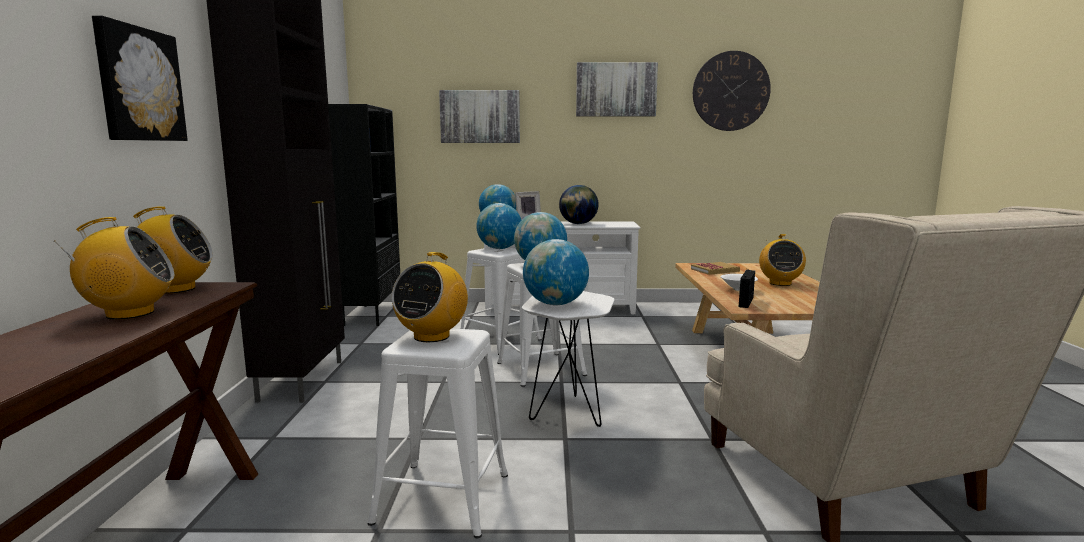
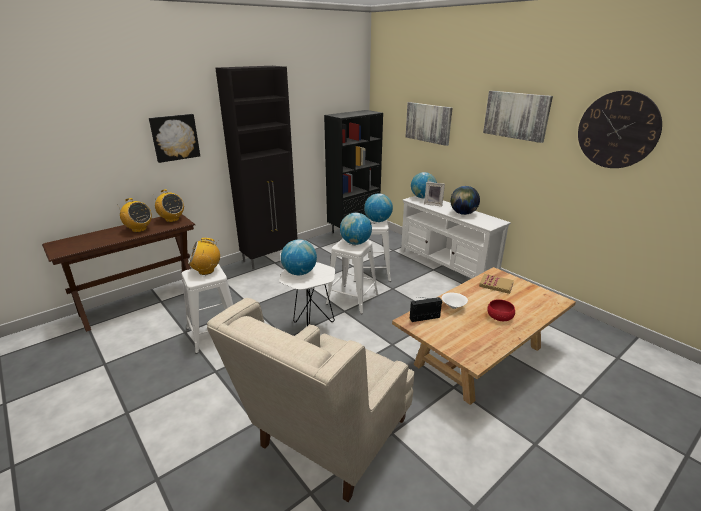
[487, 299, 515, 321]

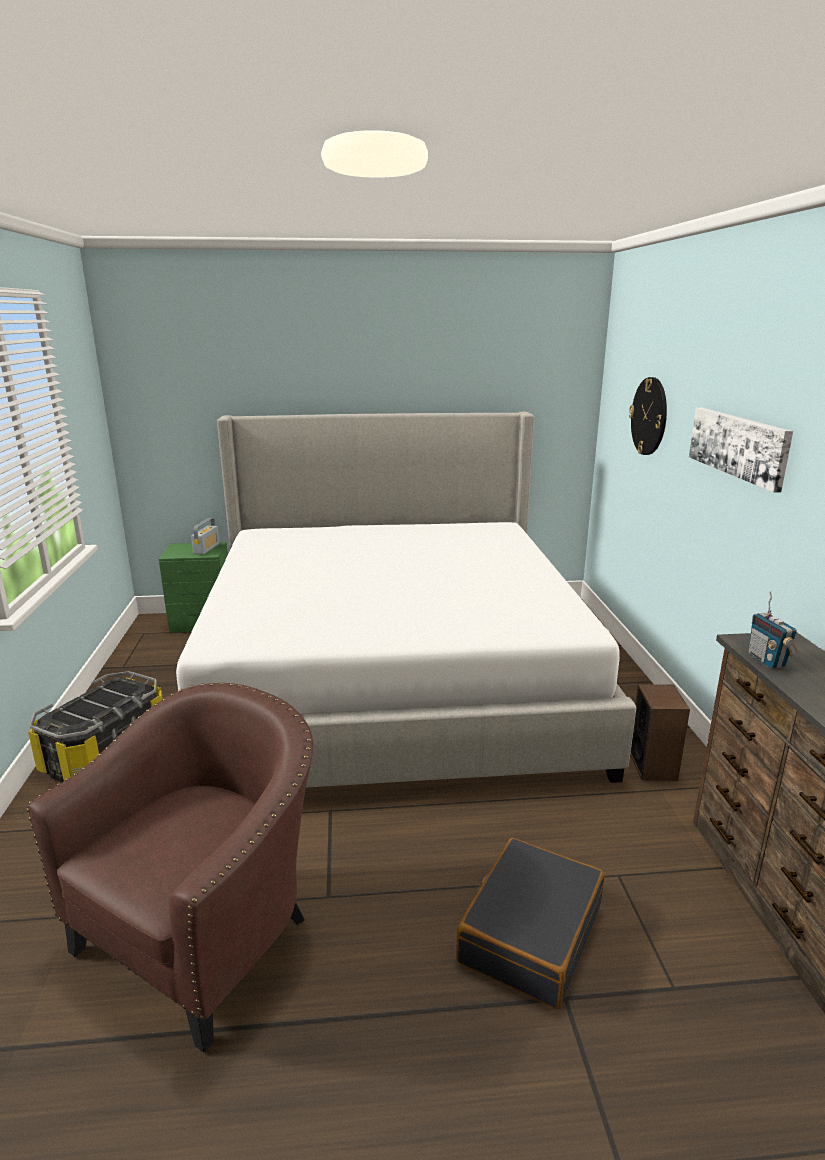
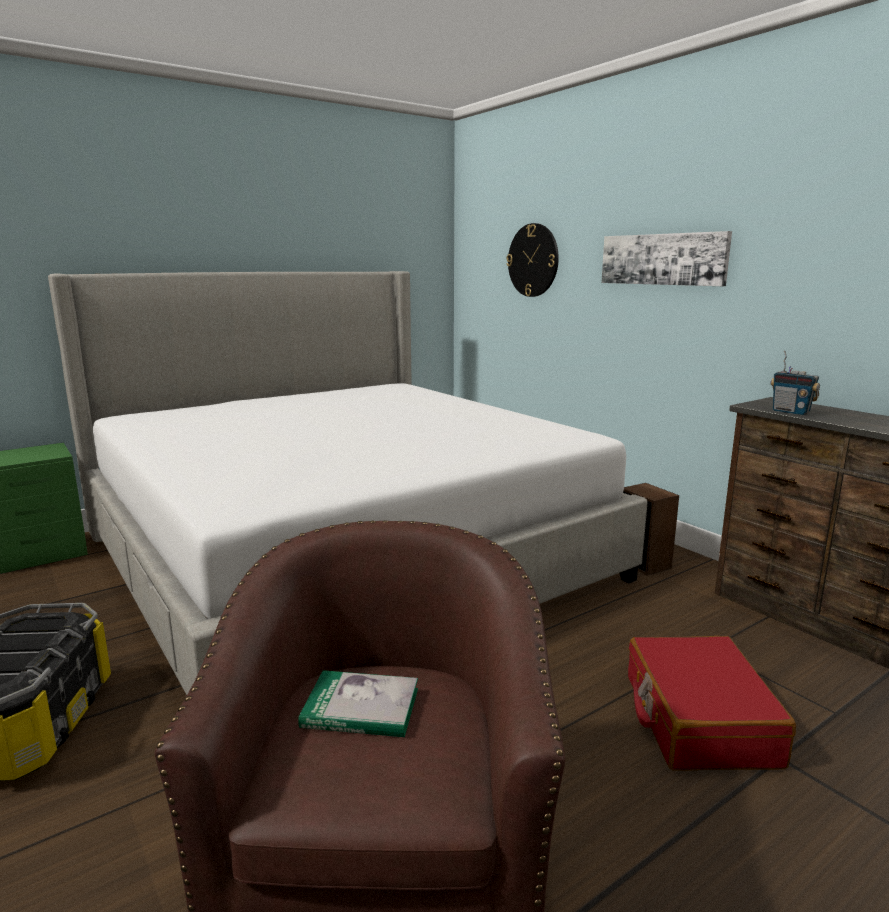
[191, 518, 220, 555] (first image)
[298, 670, 418, 737]
[628, 636, 796, 771]

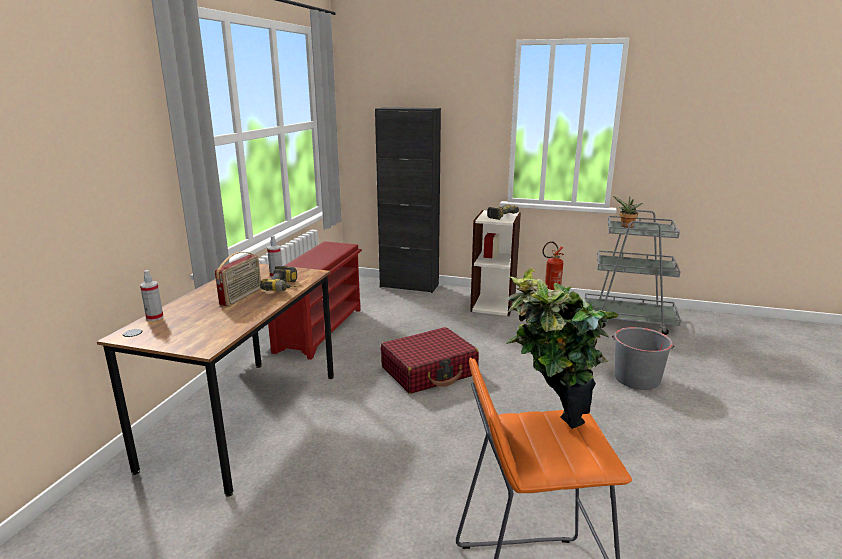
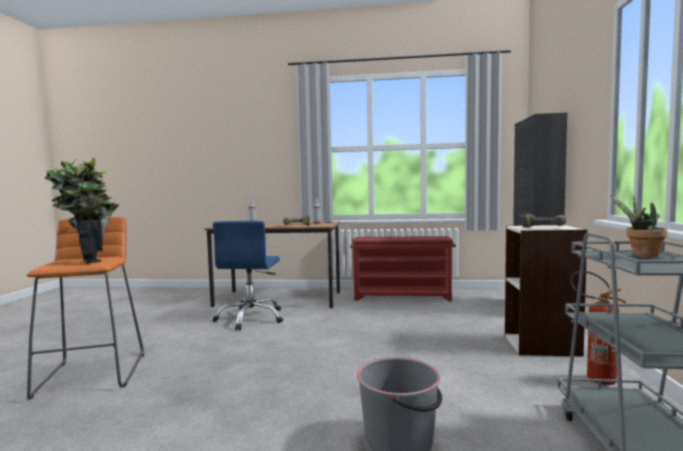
[215, 252, 261, 306] (first image)
[381, 327, 479, 394] (first image)
[213, 221, 283, 330]

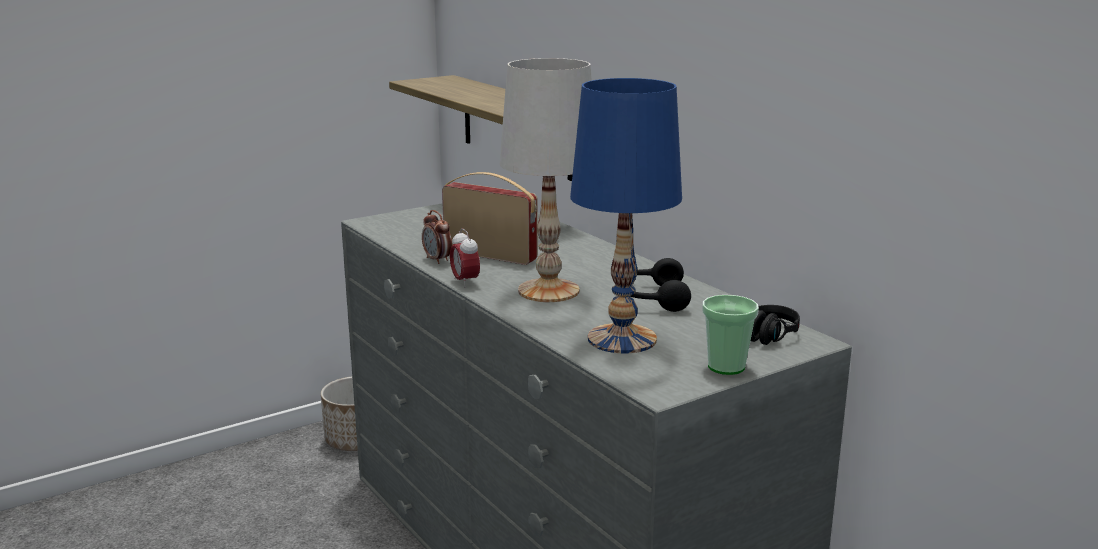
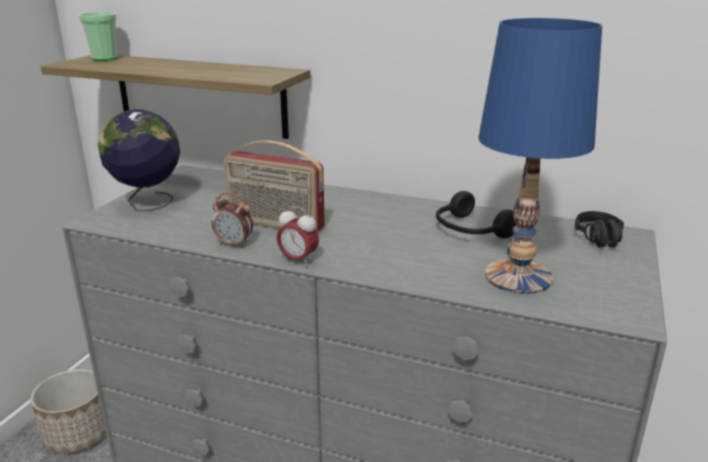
[500, 58, 592, 302] (first image)
[98, 109, 180, 211]
[78, 12, 117, 61]
[224, 140, 325, 232]

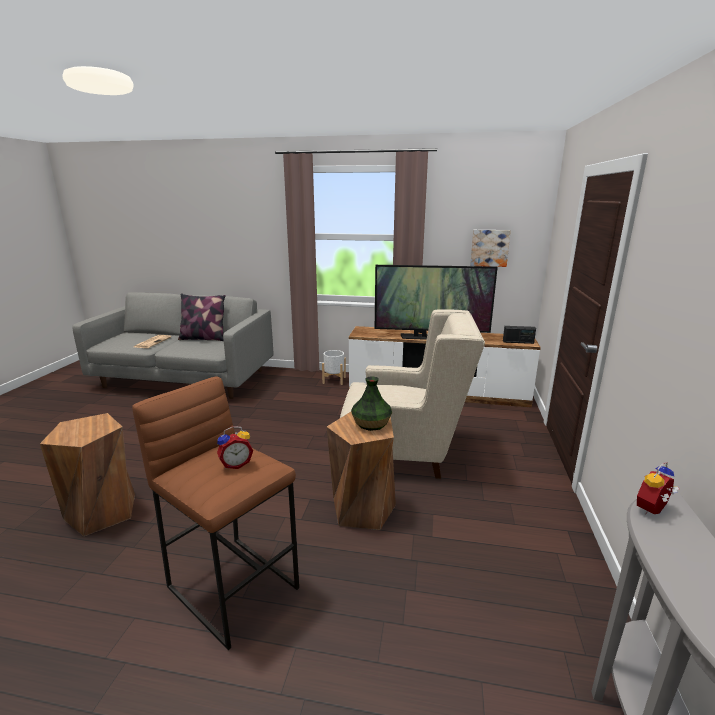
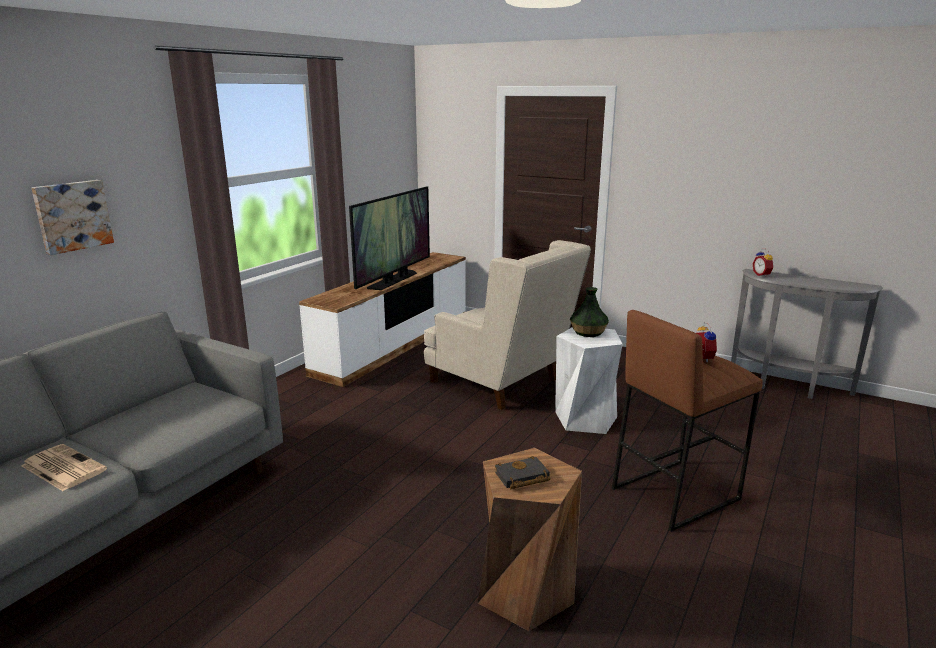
[178, 293, 226, 341] (first image)
[322, 350, 346, 385] (first image)
[503, 326, 536, 344] (first image)
[495, 456, 550, 490]
[31, 180, 114, 255]
[555, 327, 623, 434]
[424, 240, 591, 410]

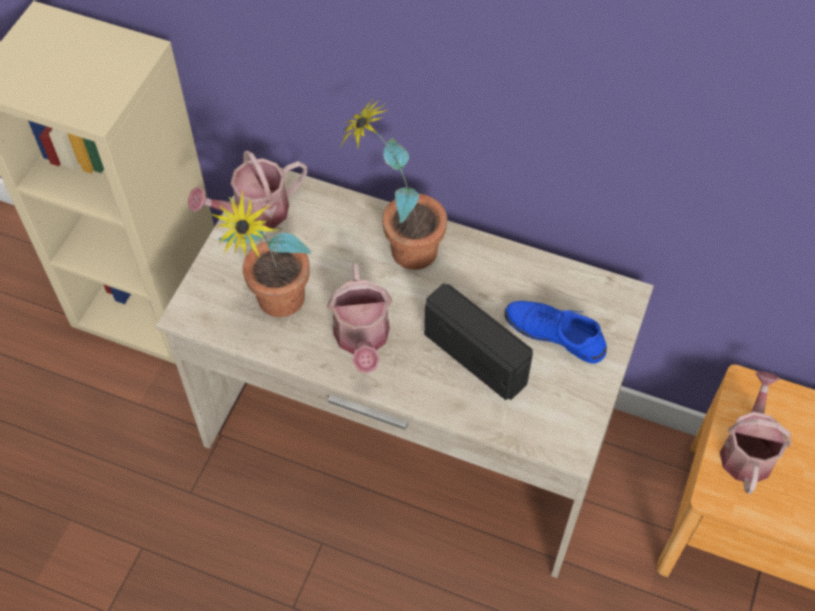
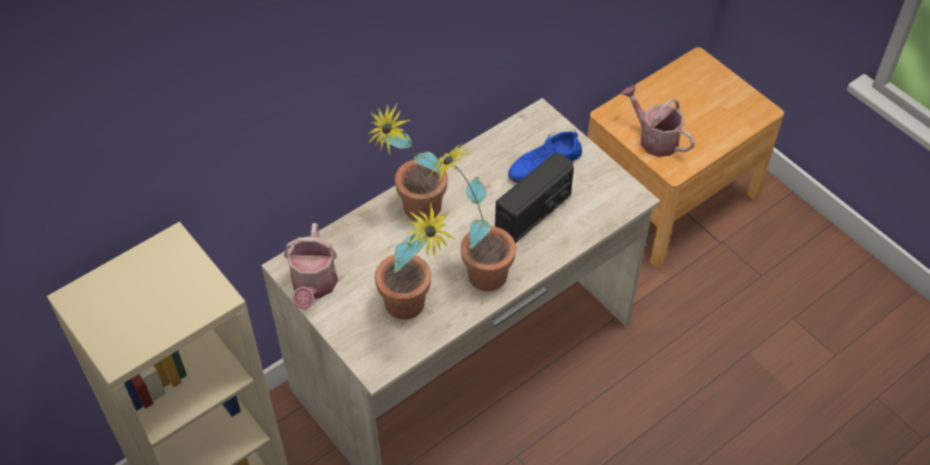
[427, 143, 516, 291]
[495, 152, 574, 243]

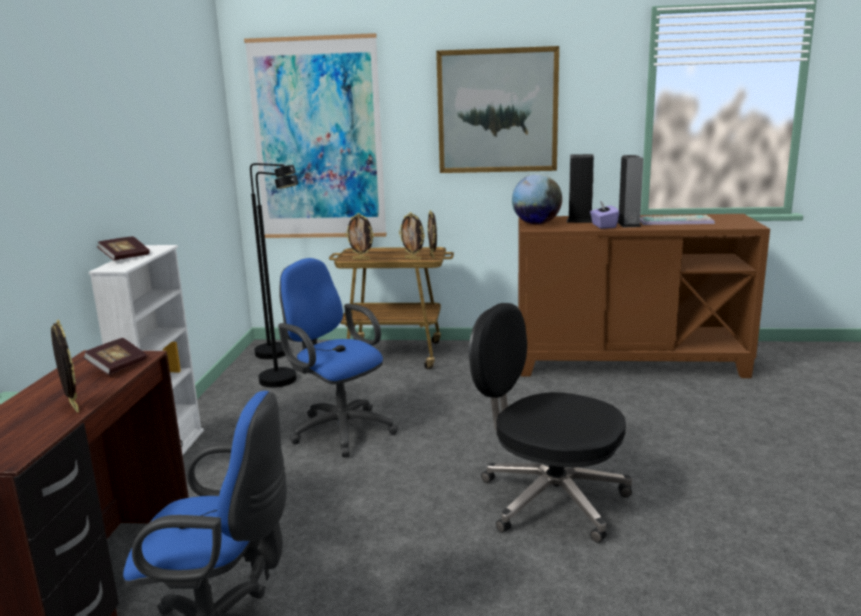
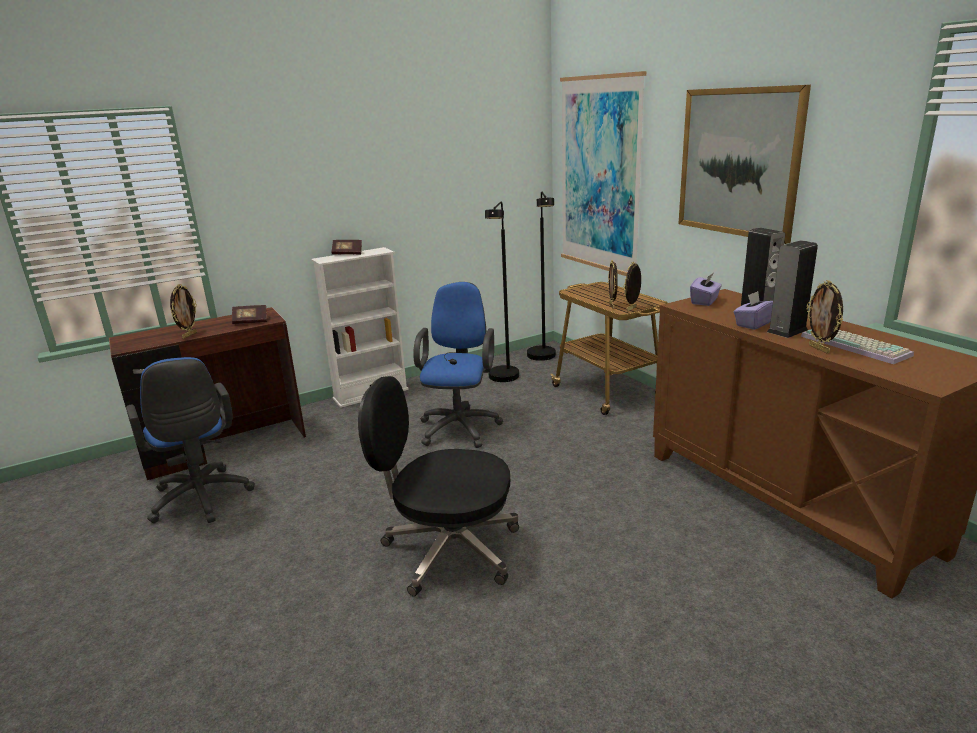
[807, 280, 843, 354]
[690, 274, 722, 306]
[358, 376, 519, 597]

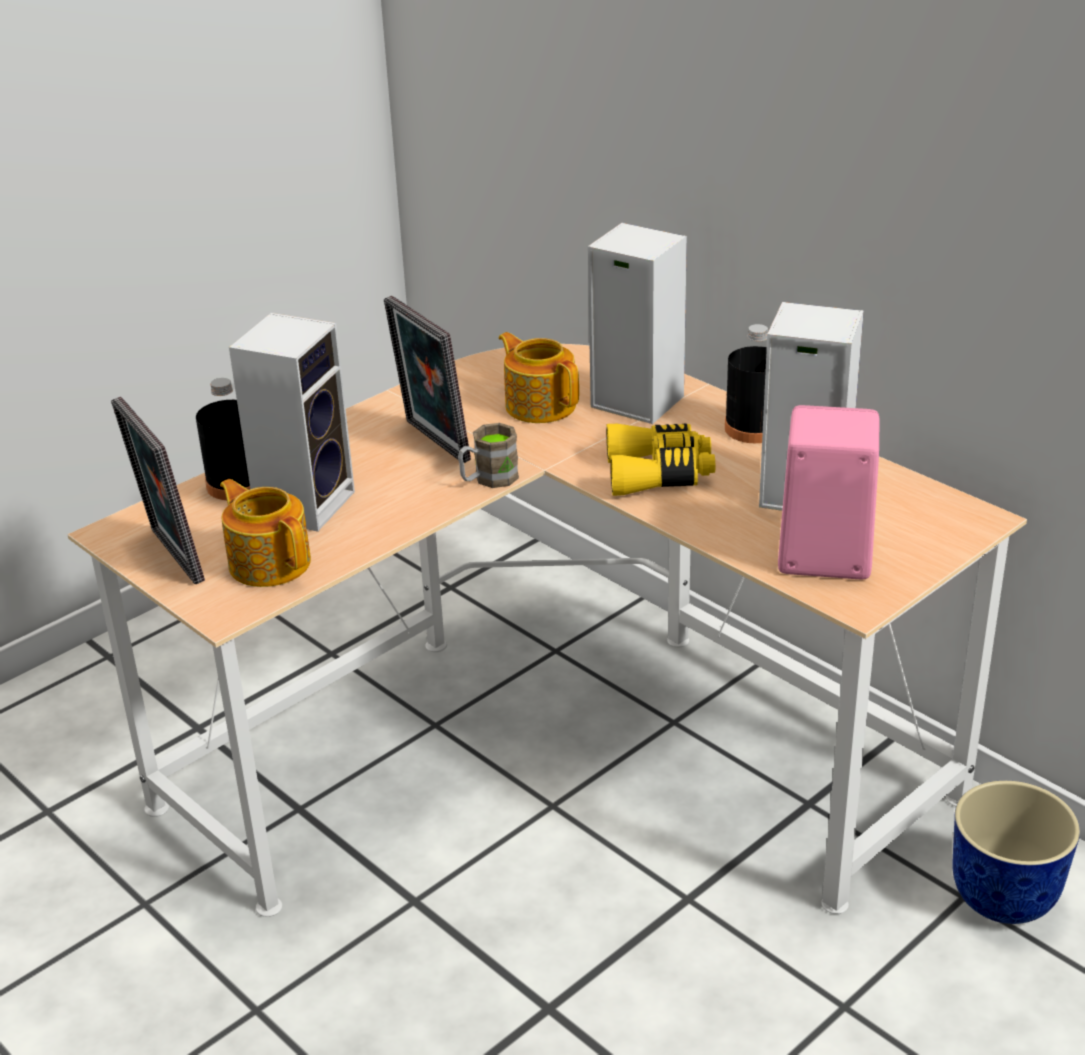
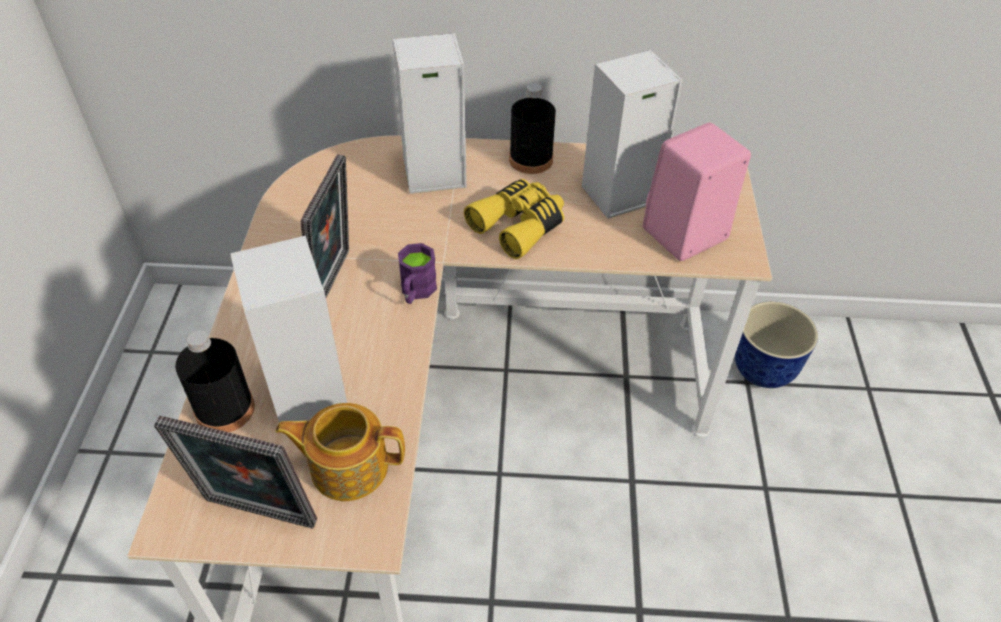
[499, 332, 579, 423] (first image)
[398, 243, 437, 304]
[301, 154, 349, 298]

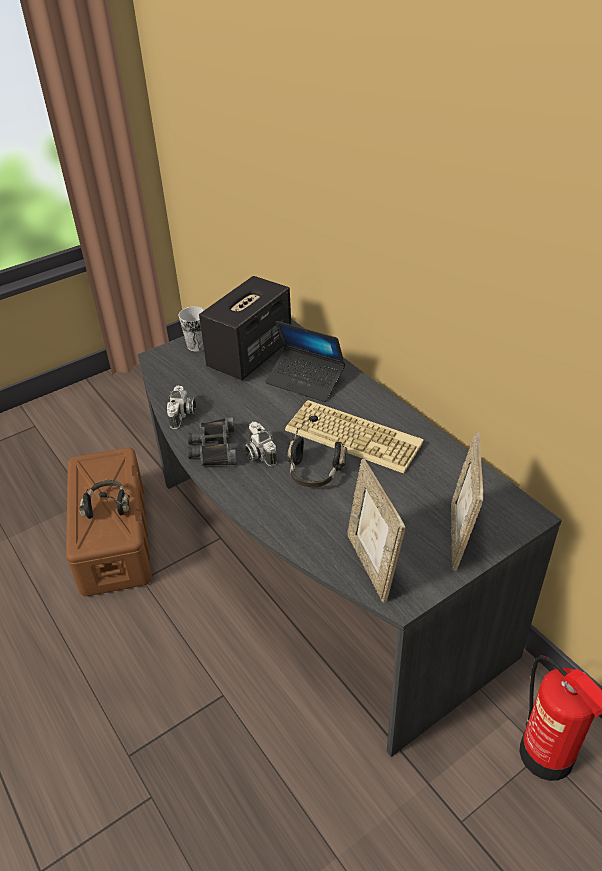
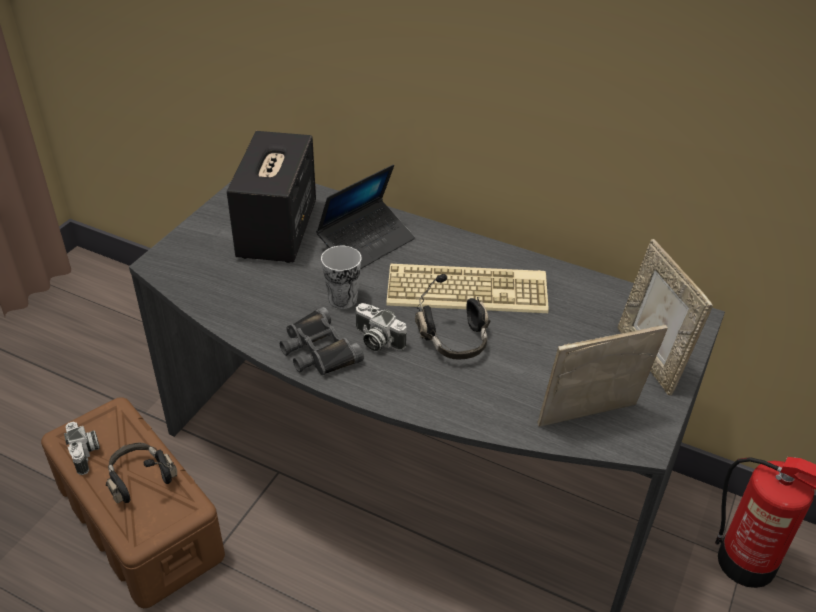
[64, 422, 100, 475]
[321, 246, 361, 309]
[316, 164, 415, 269]
[537, 325, 668, 426]

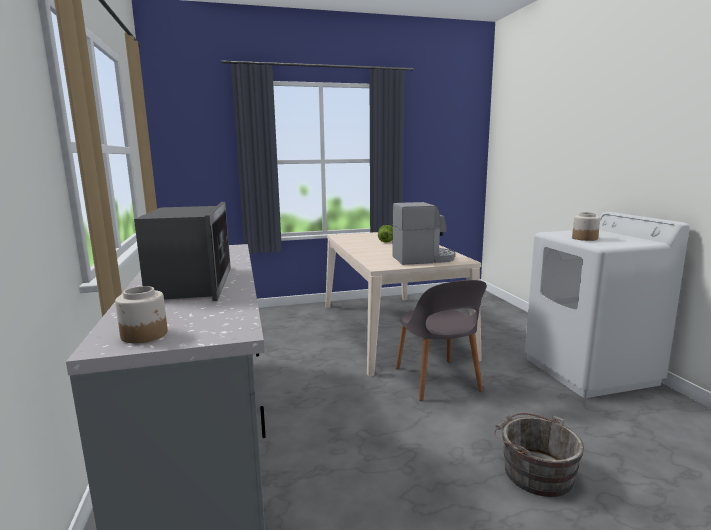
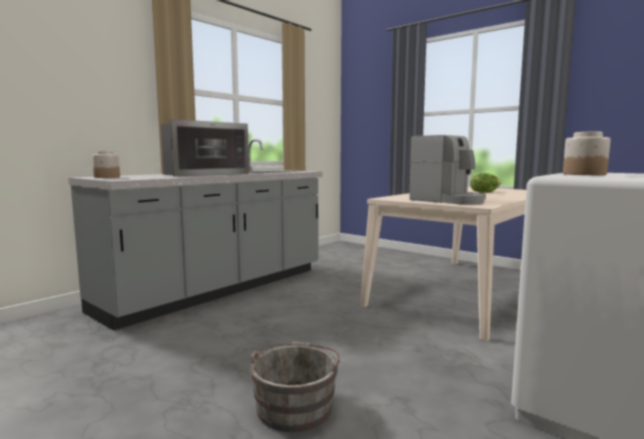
[396, 280, 487, 401] (first image)

